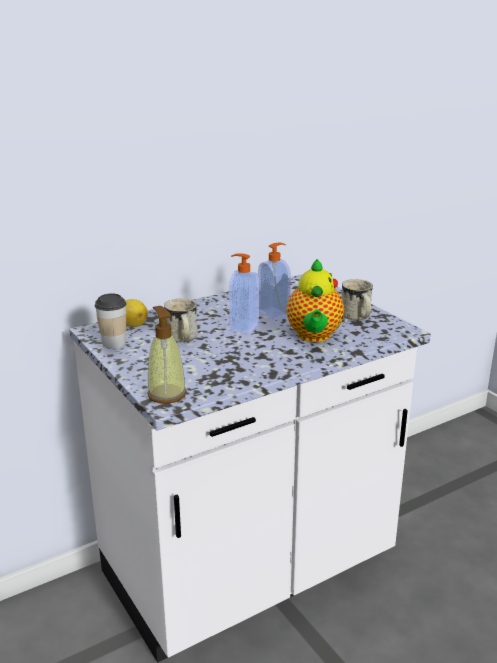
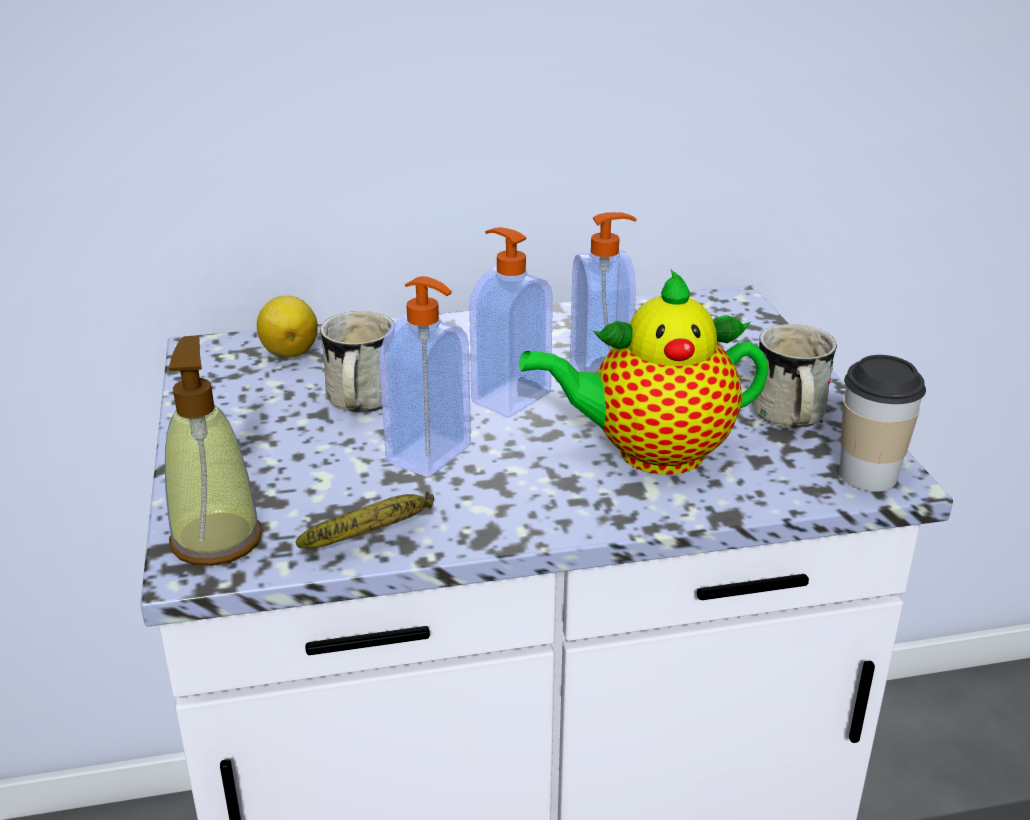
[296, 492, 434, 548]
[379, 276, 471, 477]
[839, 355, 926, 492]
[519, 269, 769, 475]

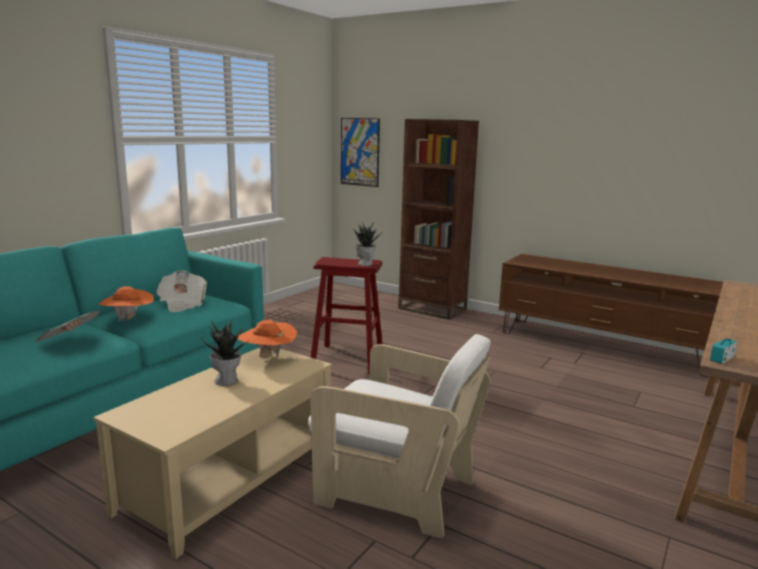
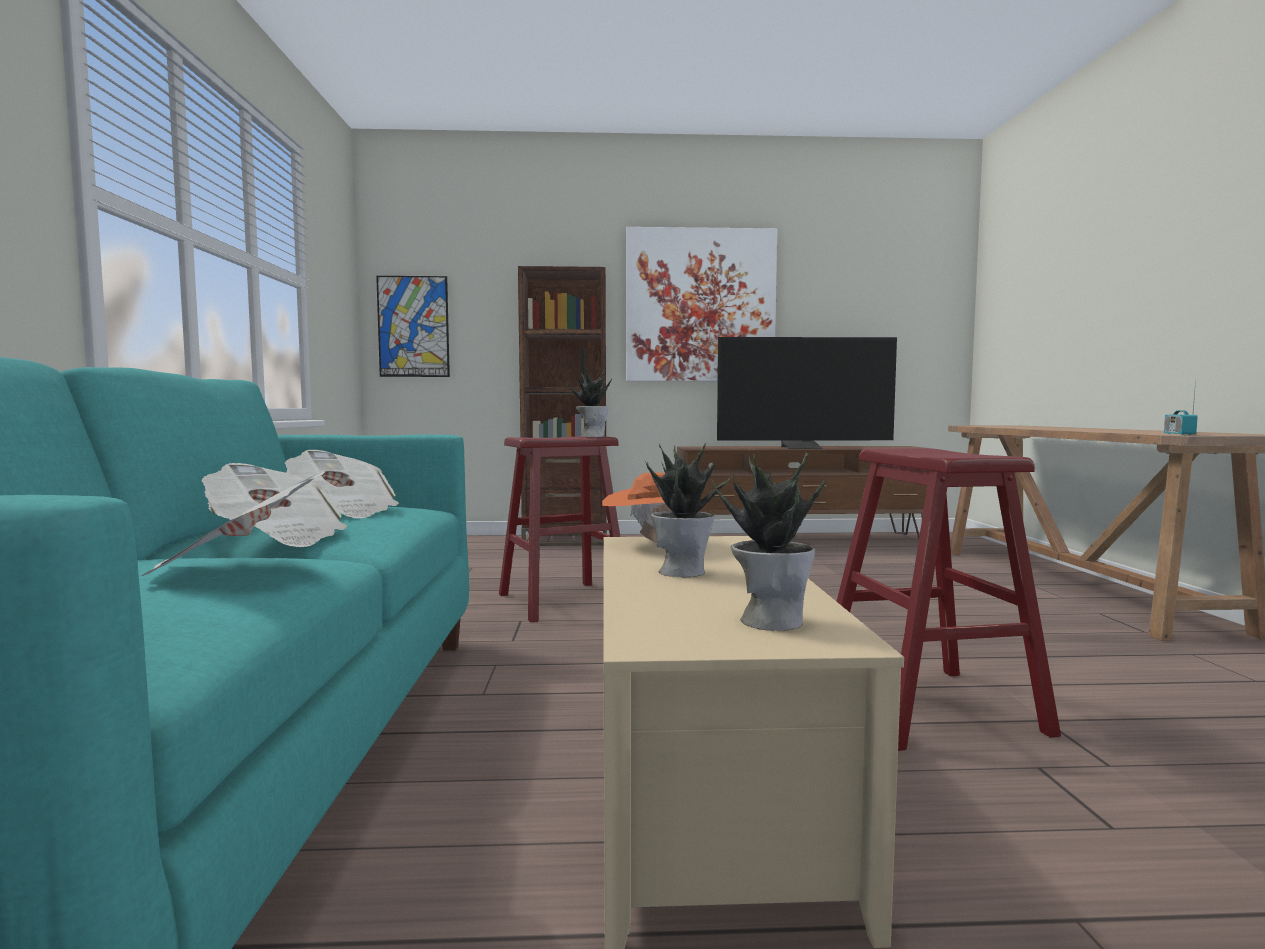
[626, 227, 777, 381]
[712, 451, 826, 631]
[717, 337, 897, 449]
[202, 463, 347, 547]
[837, 448, 1061, 751]

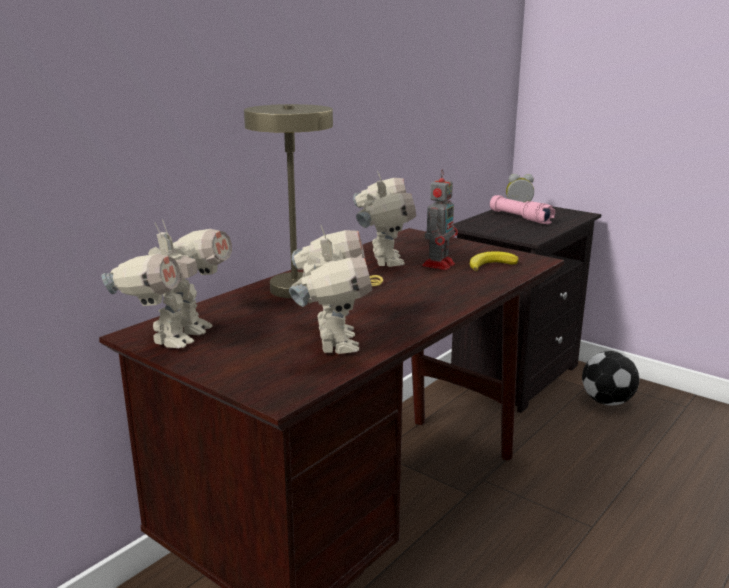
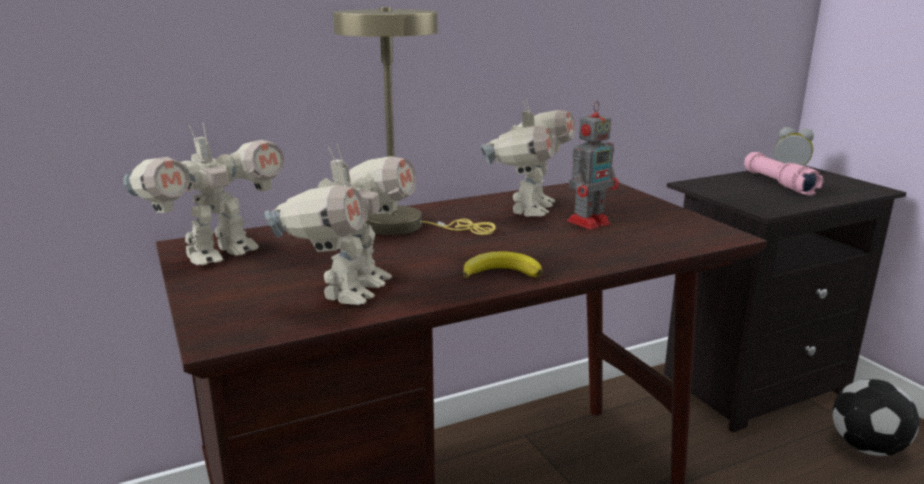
[463, 251, 542, 278]

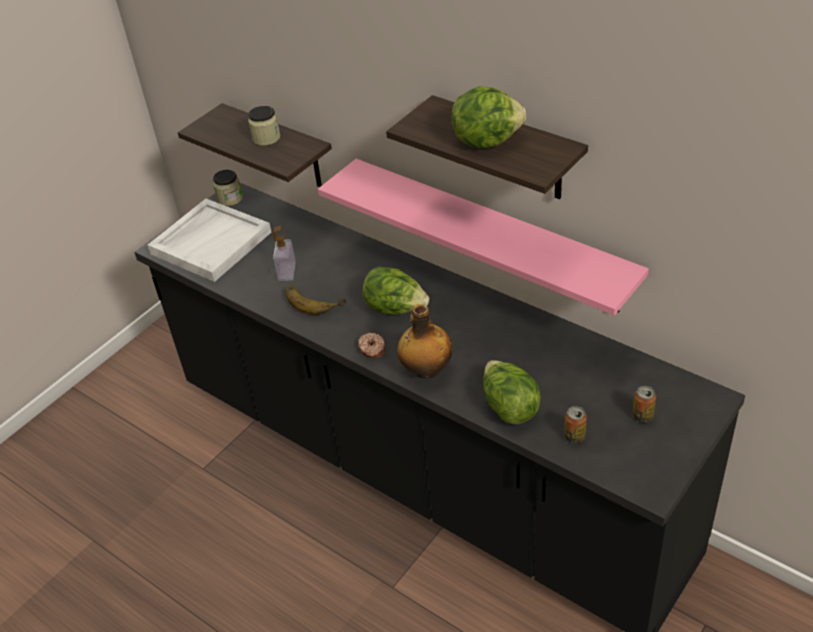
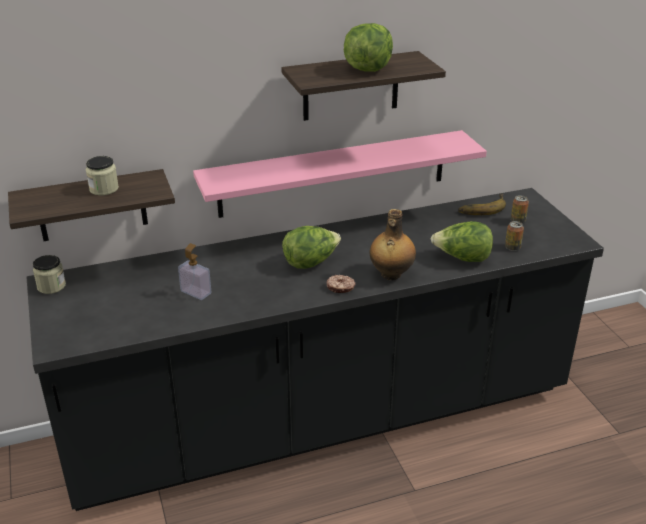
[148, 199, 271, 282] (first image)
[458, 194, 506, 215]

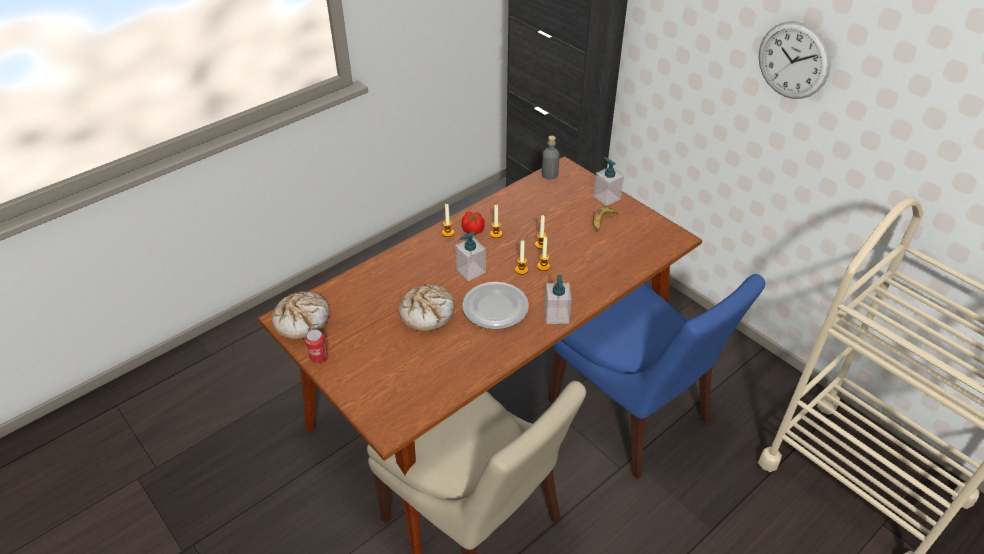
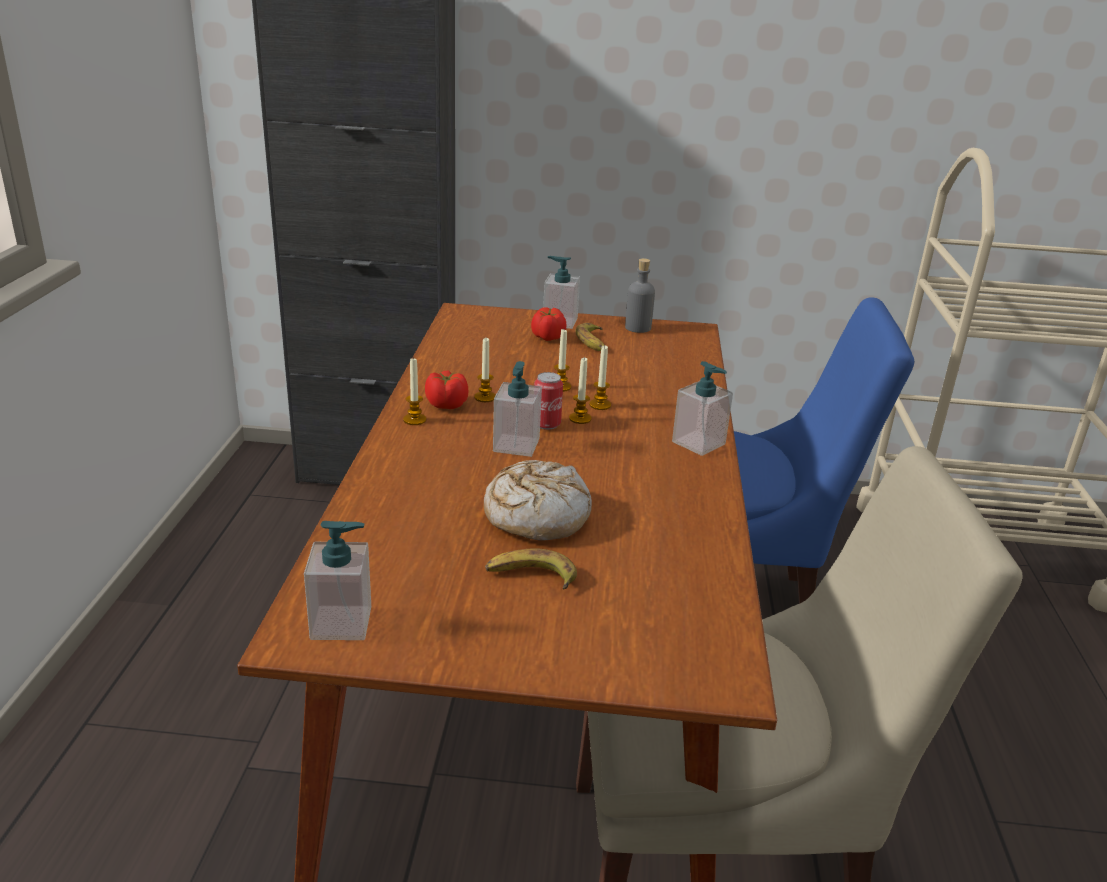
[462, 282, 529, 329] (first image)
[759, 21, 831, 99] (first image)
[485, 548, 577, 589]
[531, 307, 566, 341]
[534, 372, 563, 430]
[625, 258, 655, 333]
[304, 521, 371, 640]

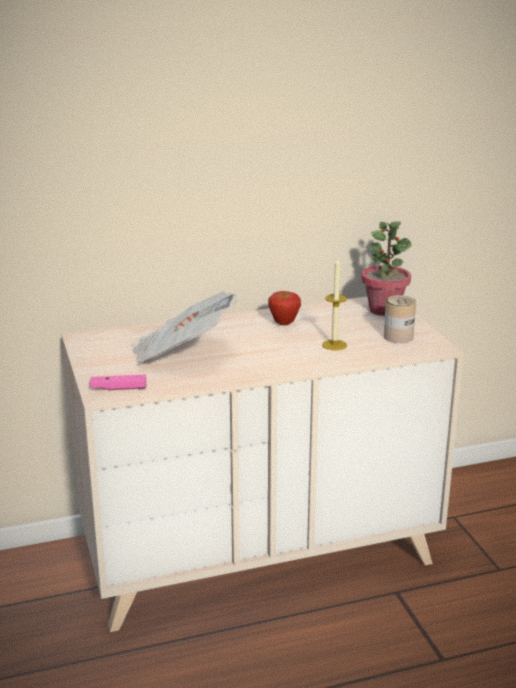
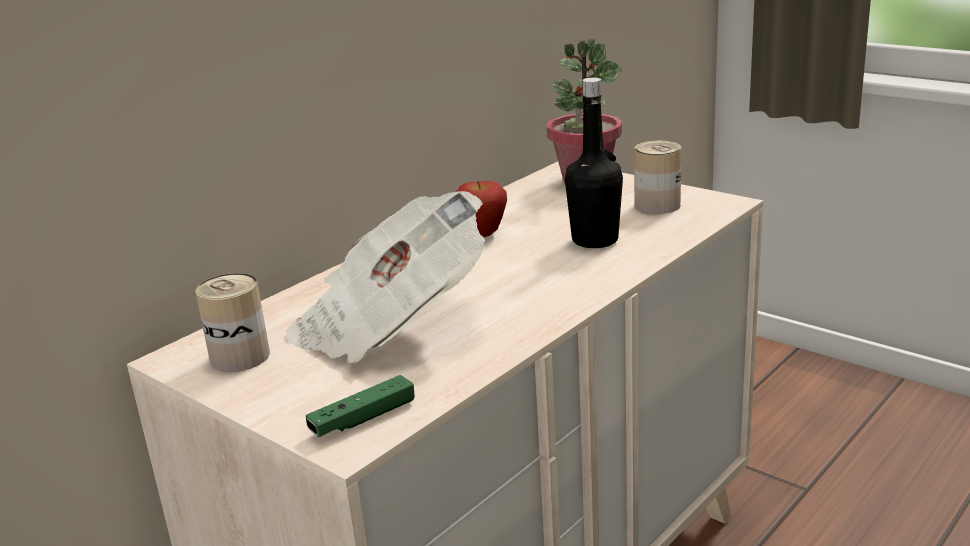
[196, 273, 270, 372]
[565, 78, 623, 248]
[306, 375, 415, 437]

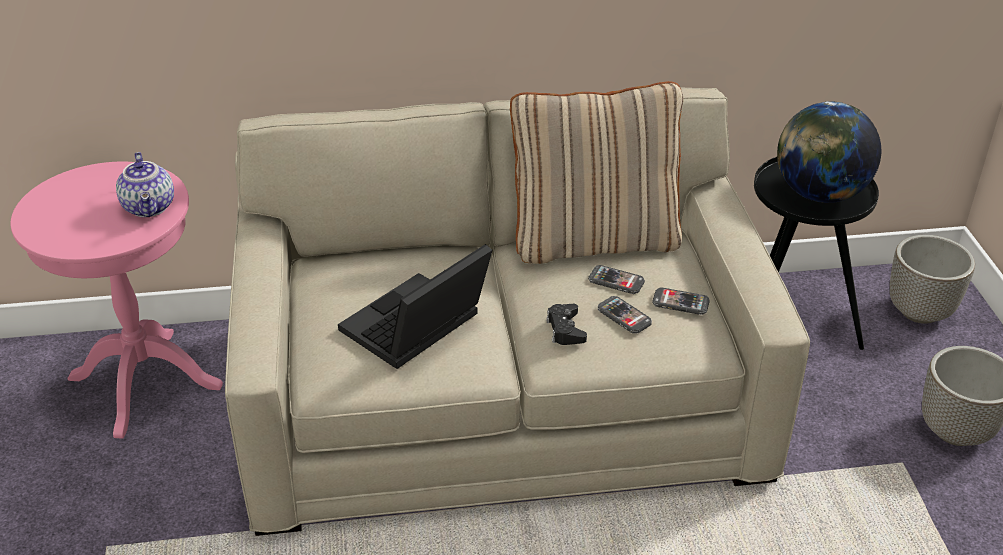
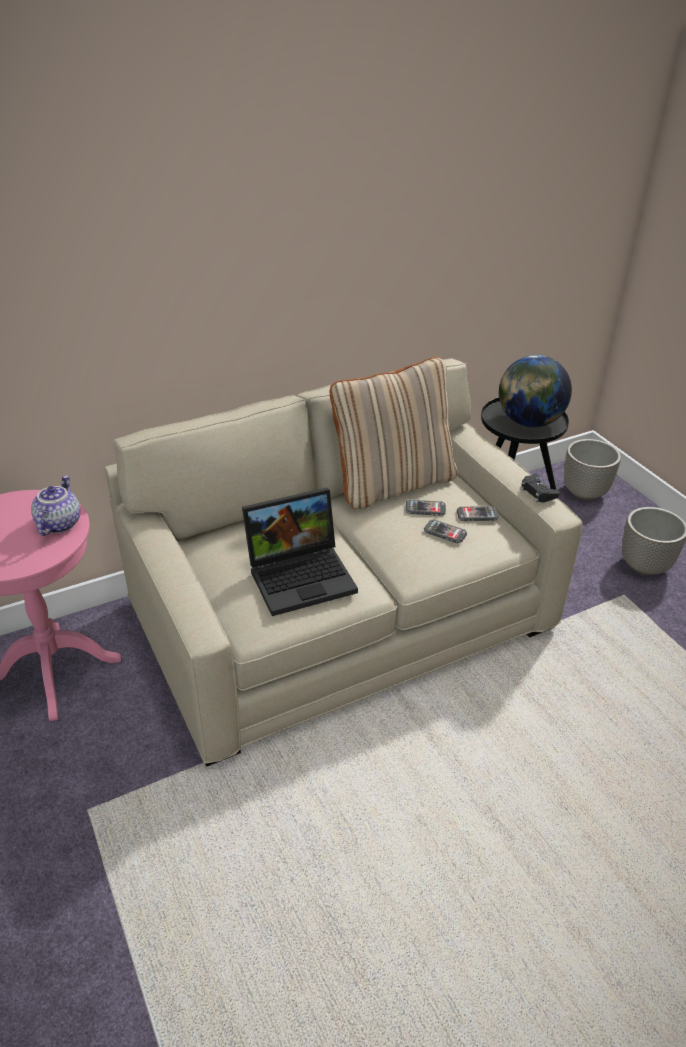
[520, 474, 559, 503]
[31, 475, 80, 536]
[242, 488, 358, 616]

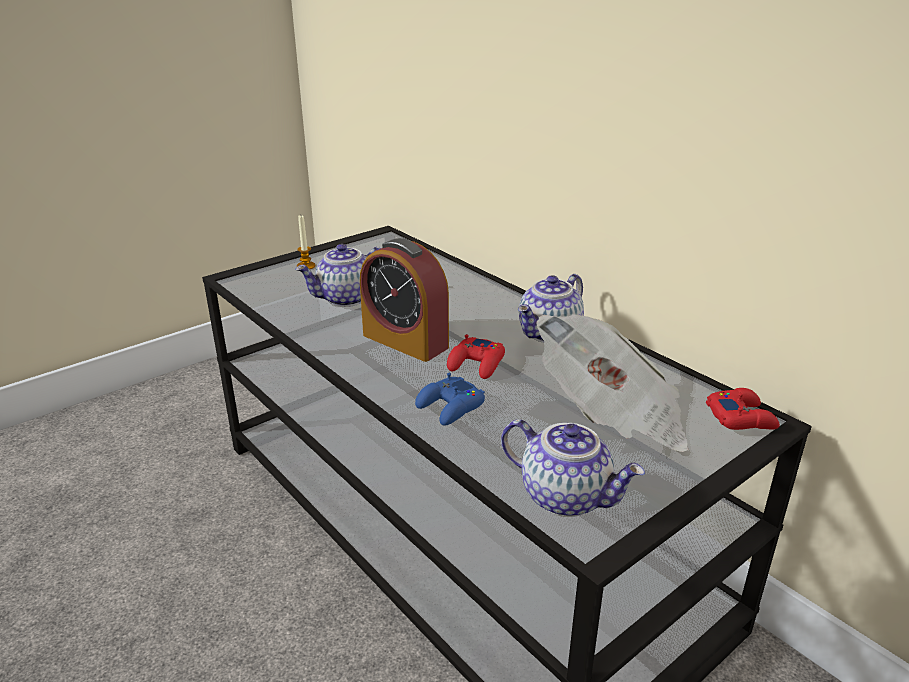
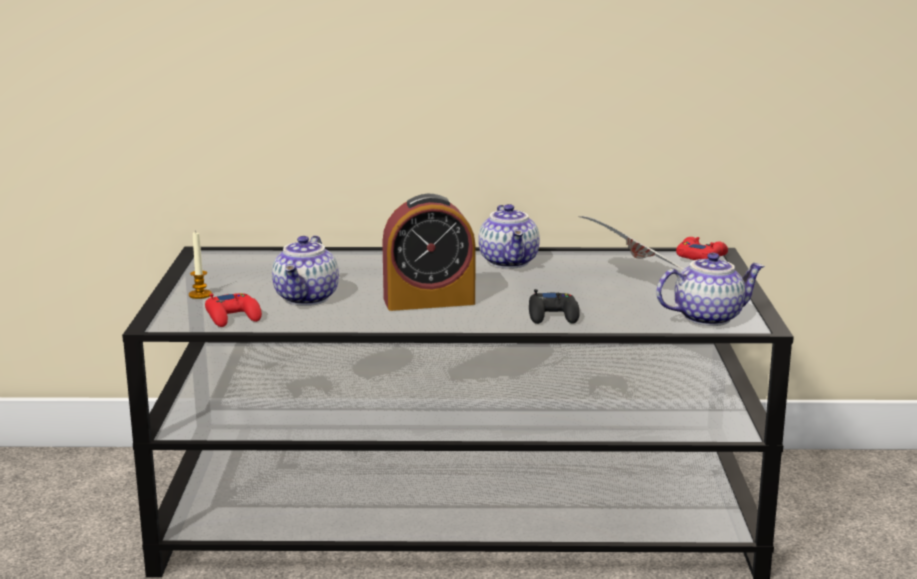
[205, 293, 262, 327]
[529, 289, 580, 324]

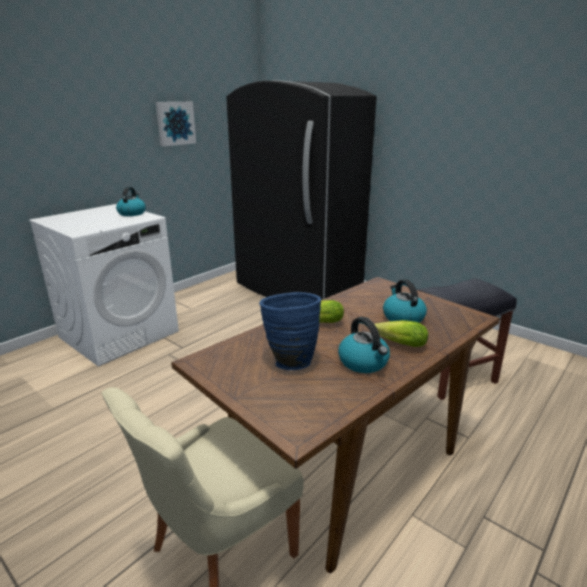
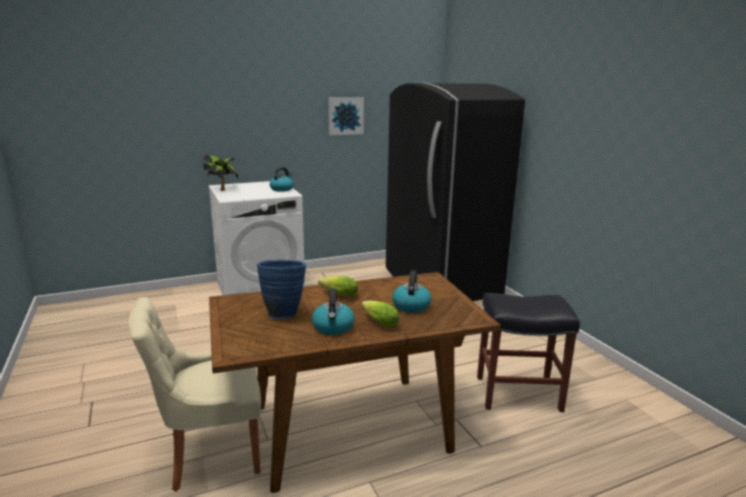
[203, 154, 238, 191]

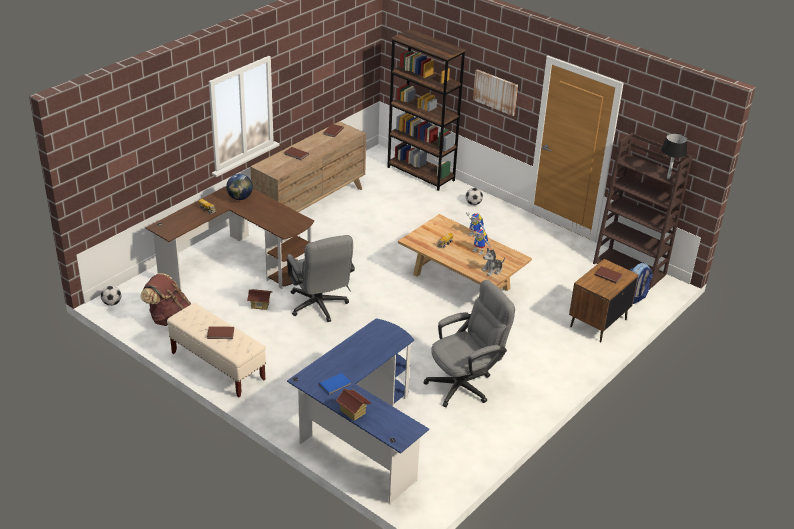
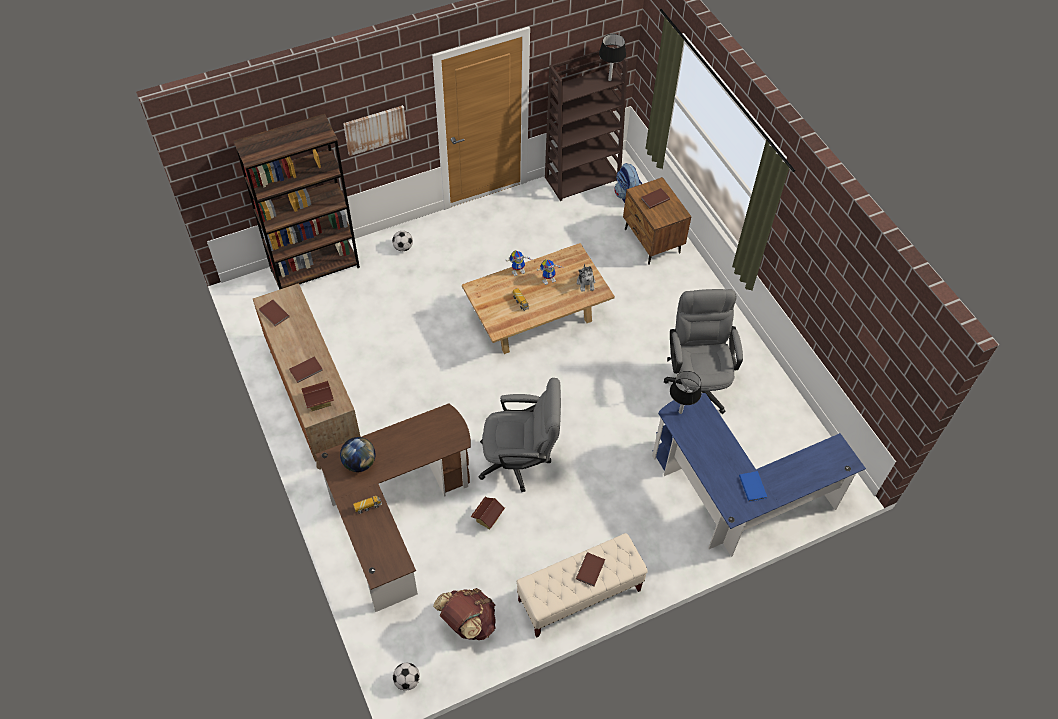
[670, 371, 702, 414]
[301, 381, 334, 411]

